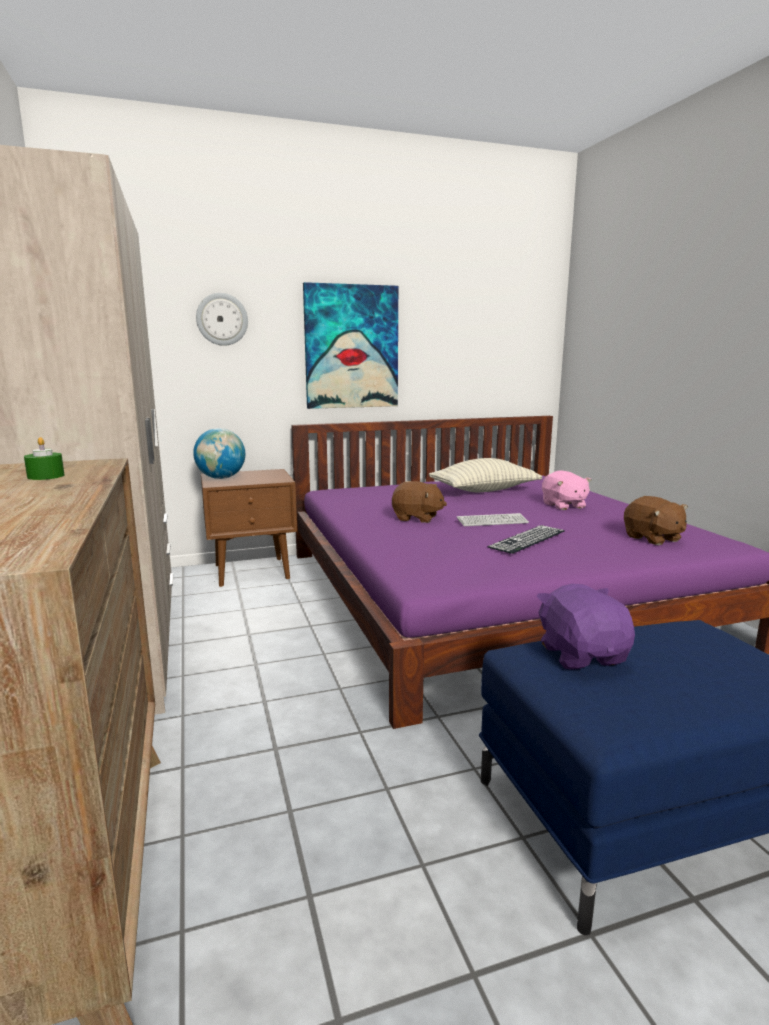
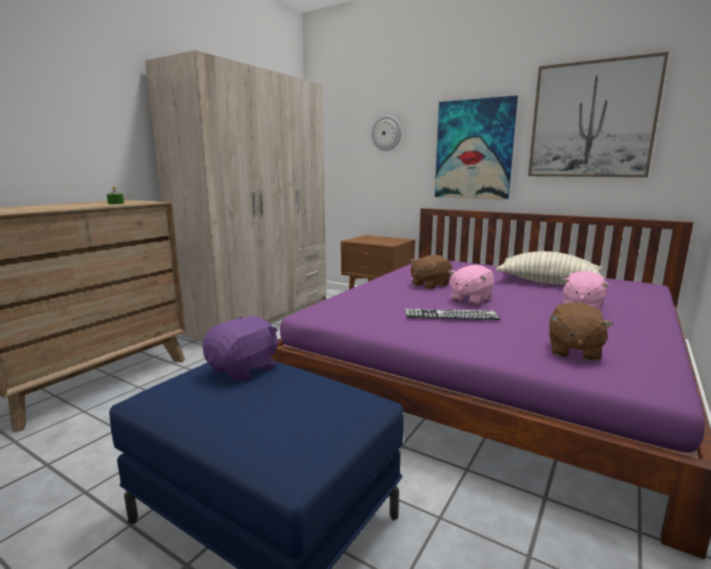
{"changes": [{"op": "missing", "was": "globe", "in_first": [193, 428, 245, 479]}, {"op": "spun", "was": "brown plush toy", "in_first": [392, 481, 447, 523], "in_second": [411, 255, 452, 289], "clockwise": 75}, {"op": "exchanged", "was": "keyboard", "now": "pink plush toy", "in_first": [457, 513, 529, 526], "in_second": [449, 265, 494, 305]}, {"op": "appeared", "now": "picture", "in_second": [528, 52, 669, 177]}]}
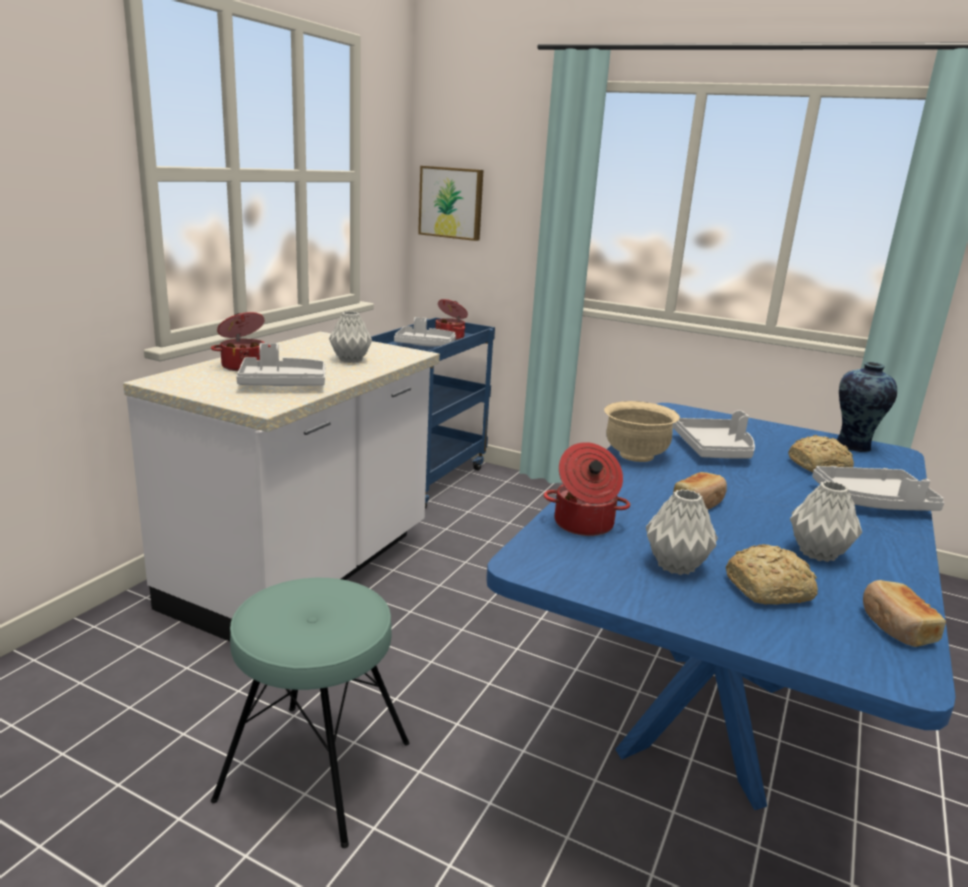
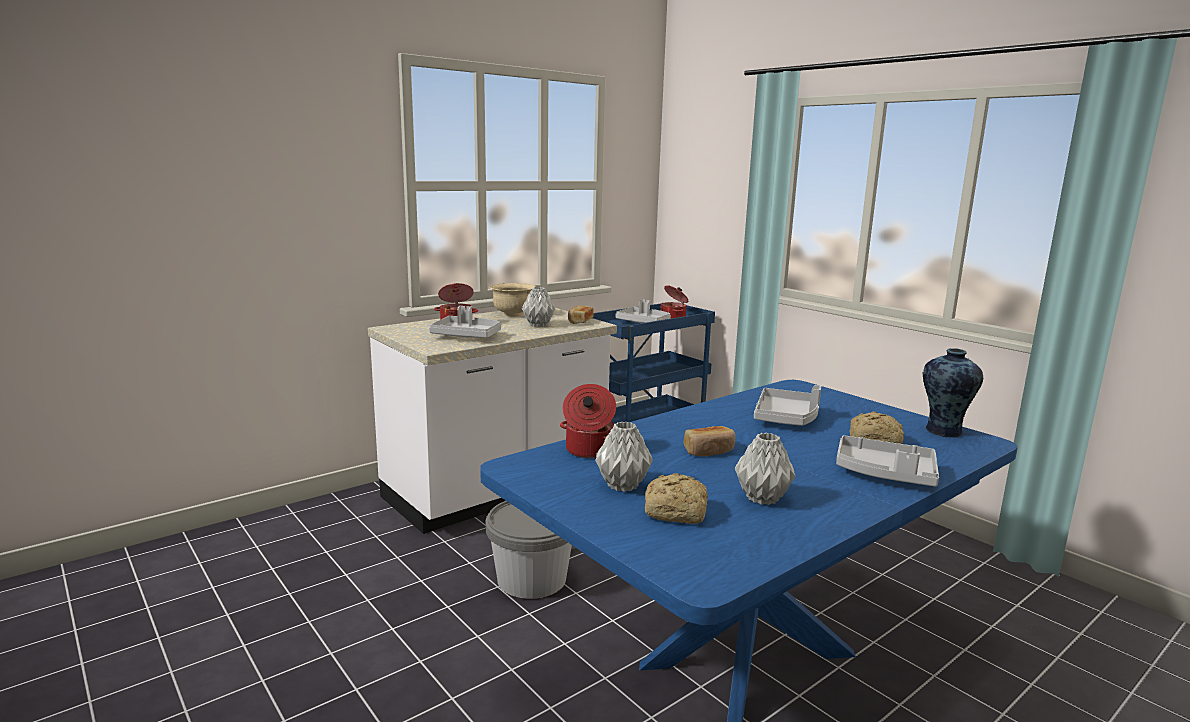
{"changes": [{"op": "missing", "was": "picture", "in_first": [418, 166, 484, 241]}, {"op": "relocated", "was": "beige bowl", "in_first": [604, 401, 680, 462], "in_second": [490, 283, 536, 317]}, {"op": "missing", "was": "turquoise stool", "in_first": [211, 578, 409, 848]}, {"op": "relocated", "was": "bread", "in_first": [863, 580, 946, 647], "in_second": [568, 305, 594, 324]}, {"op": "appeared", "now": "grey bucket", "in_second": [485, 501, 579, 599]}]}
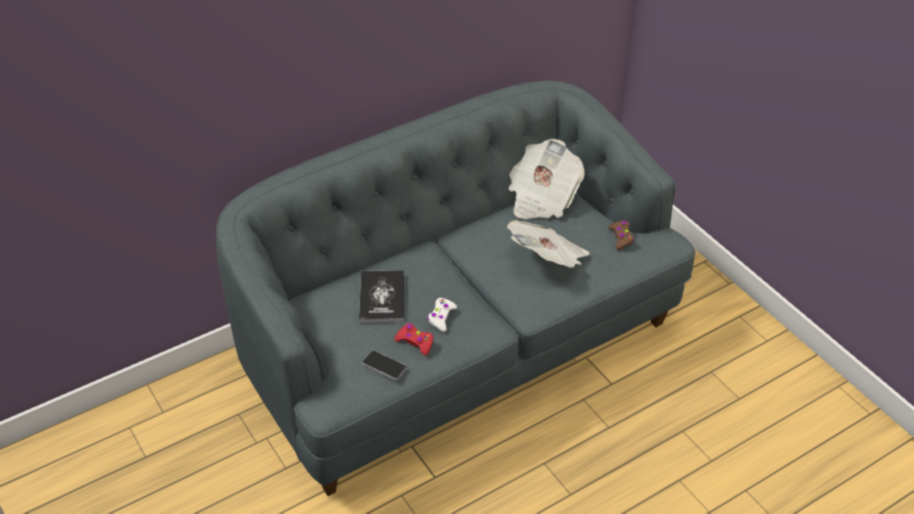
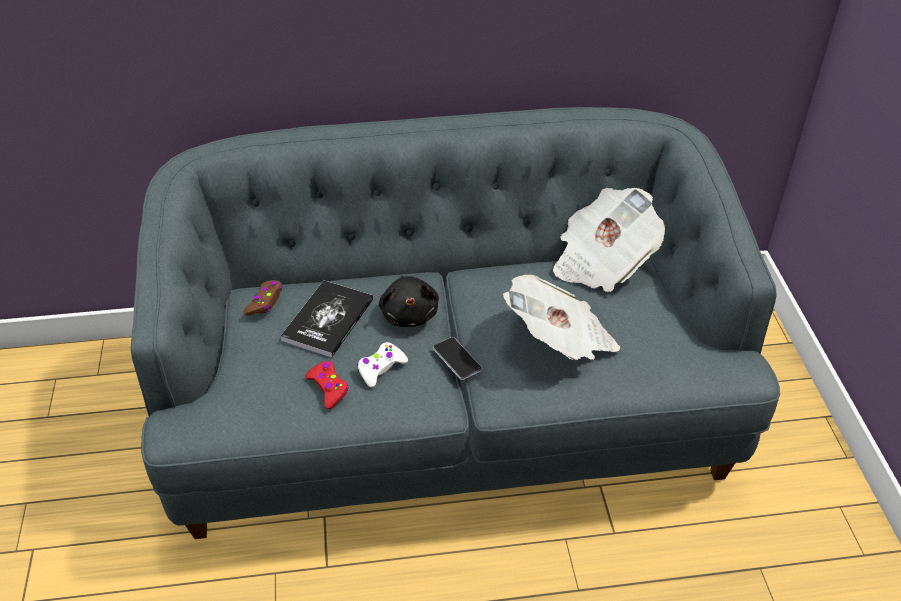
{"changes": [{"op": "relocated", "was": "brown game controller", "in_first": [608, 221, 634, 250], "in_second": [243, 280, 283, 316]}, {"op": "relocated", "was": "phone", "in_first": [362, 350, 407, 380], "in_second": [433, 337, 482, 380]}, {"op": "appeared", "now": "black plush toy", "in_second": [379, 276, 439, 327]}]}
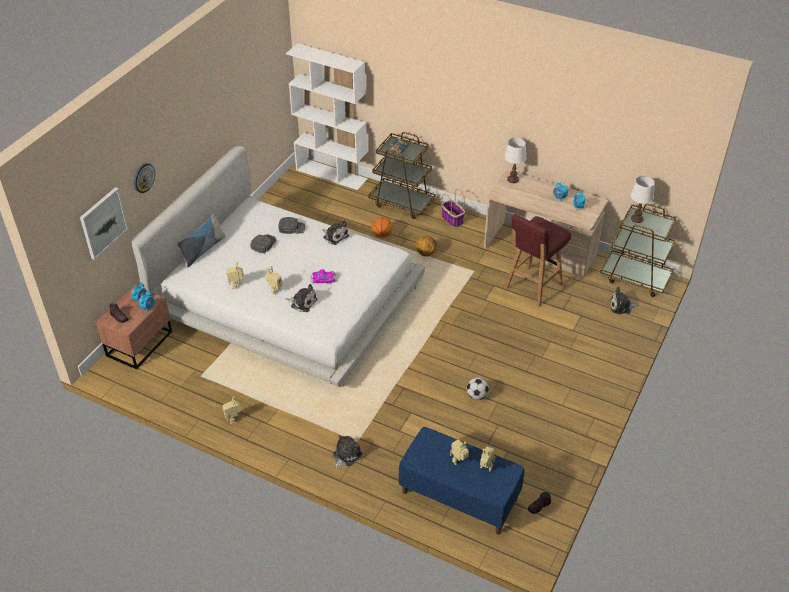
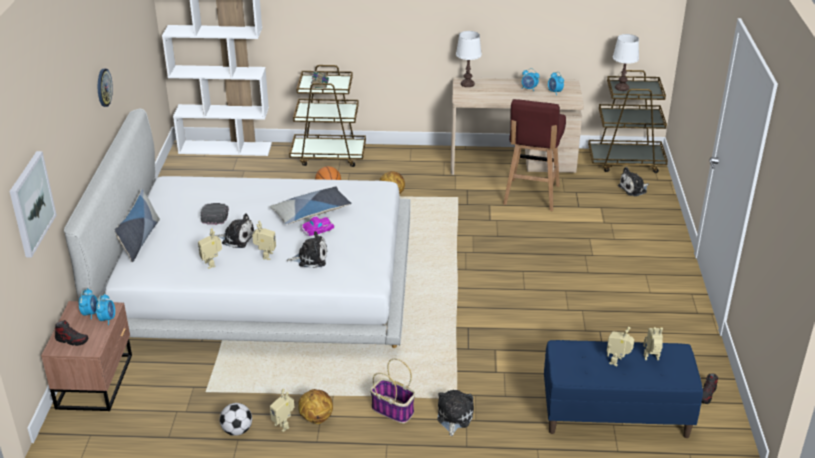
{"changes": [{"op": "relocated", "was": "wall clock", "in_first": [134, 163, 155, 193], "in_second": [98, 69, 113, 107]}, {"op": "relocated", "was": "basket", "in_first": [441, 189, 465, 228], "in_second": [370, 359, 415, 423]}, {"op": "missing", "was": "black cap", "in_first": [279, 217, 306, 234]}, {"op": "relocated", "was": "plush toy", "in_first": [322, 221, 349, 245], "in_second": [215, 213, 254, 248]}, {"op": "relocated", "was": "football", "in_first": [467, 377, 489, 400], "in_second": [220, 403, 252, 436]}, {"op": "appeared", "now": "pillow", "in_second": [270, 186, 352, 224]}, {"op": "appeared", "now": "basketball", "in_second": [298, 389, 333, 424]}]}
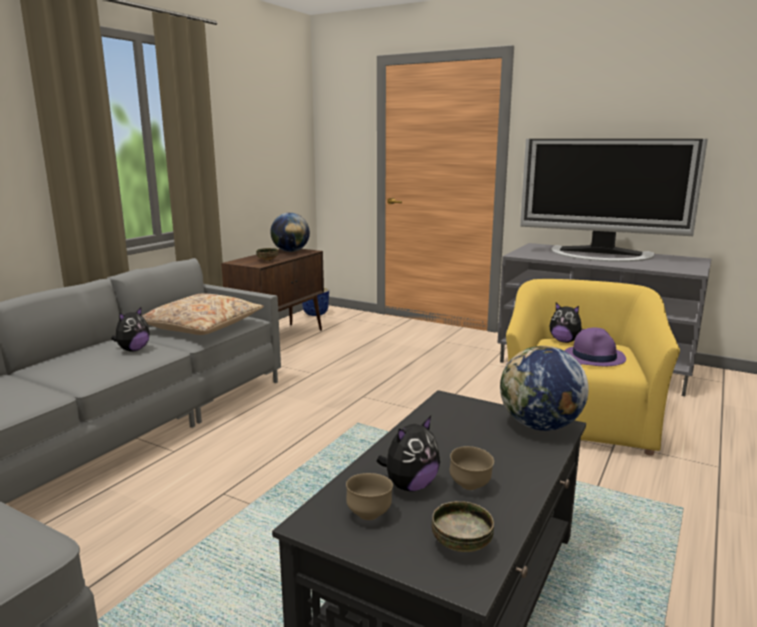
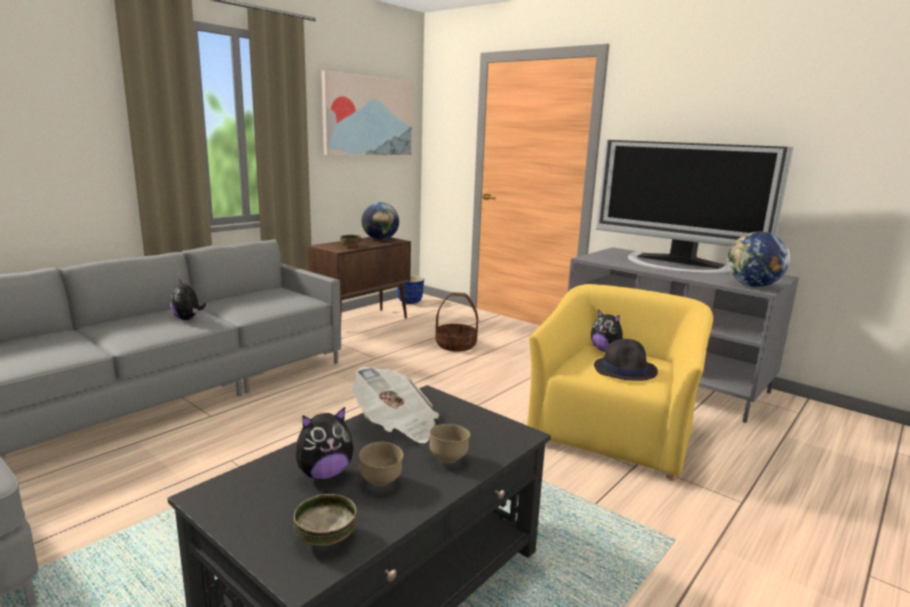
{"changes": [{"op": "missing", "was": "beige pillow", "in_first": [142, 293, 264, 335]}, {"op": "spun", "was": "plush toy", "in_first": [111, 307, 150, 352], "in_second": [170, 279, 206, 320], "clockwise": 105}, {"op": "colour", "was": "purple hat", "now": "black hat", "in_first": [565, 328, 626, 366], "in_second": [594, 339, 658, 381]}, {"op": "relocated", "was": "globe", "in_first": [500, 346, 589, 431], "in_second": [727, 231, 790, 287]}, {"op": "relocated", "was": "brown bowl", "in_first": [346, 473, 393, 520], "in_second": [429, 424, 470, 464]}, {"op": "appeared", "now": "picture", "in_second": [321, 71, 412, 156]}, {"op": "appeared", "now": "basket", "in_second": [435, 292, 478, 352]}, {"op": "appeared", "now": "newspaper", "in_second": [351, 367, 439, 443]}]}
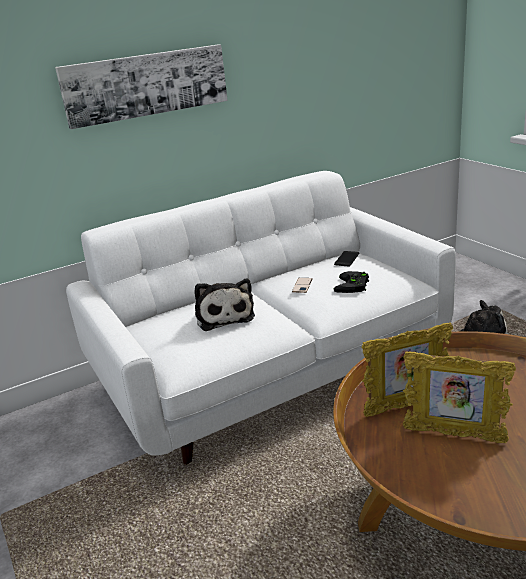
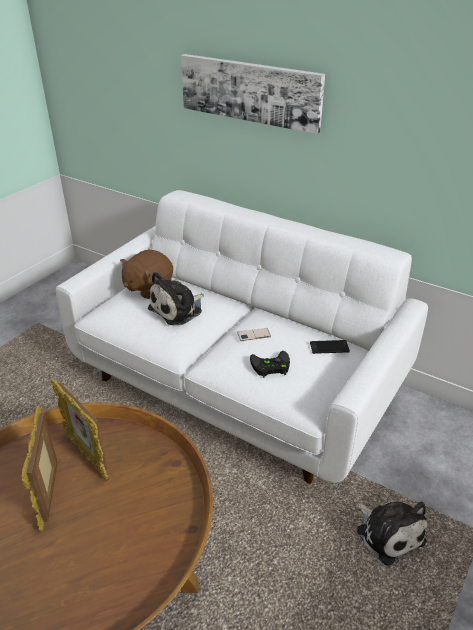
{"changes": [{"op": "appeared", "now": "brown plush toy", "in_second": [120, 250, 173, 299]}]}
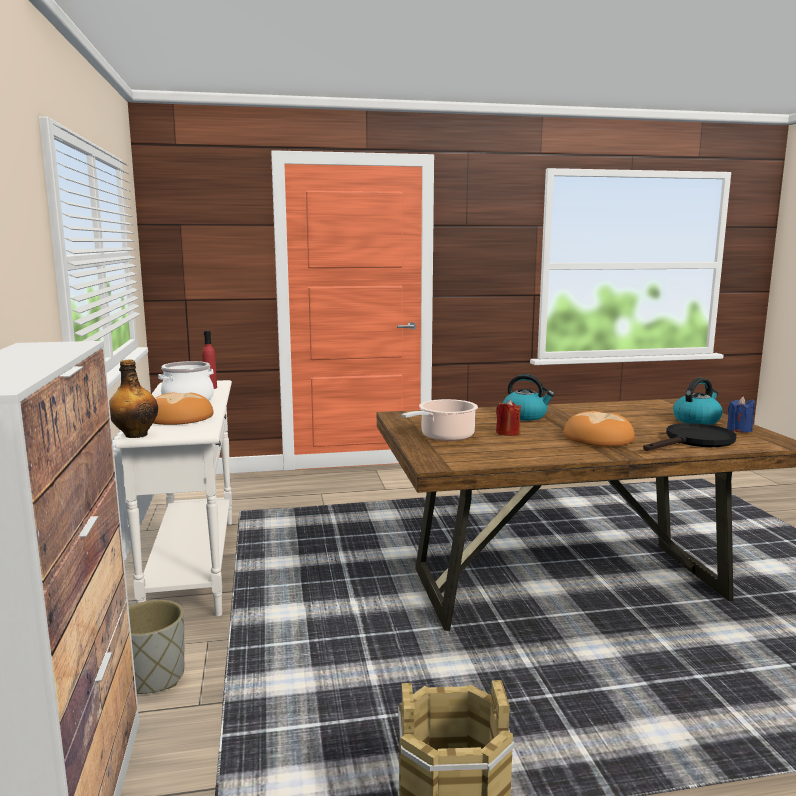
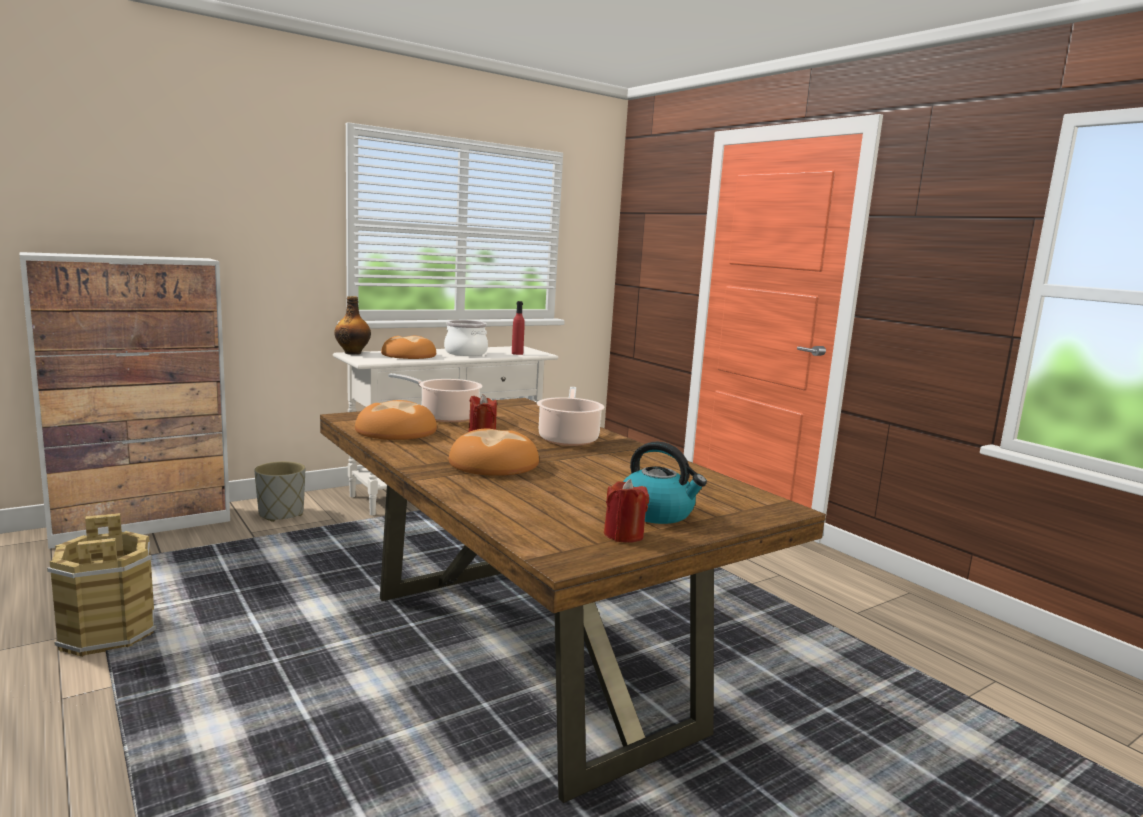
{"changes": [{"op": "exchanged", "was": "kettle", "now": "cooking pot", "in_first": [503, 374, 554, 421], "in_second": [537, 387, 605, 446]}, {"op": "colour", "was": "blue candle", "now": "red candle", "in_first": [727, 396, 755, 433], "in_second": [604, 479, 649, 543]}, {"op": "missing", "was": "black frying pan", "in_first": [643, 423, 737, 451]}, {"op": "appeared", "now": "bread", "in_second": [355, 400, 437, 440]}]}
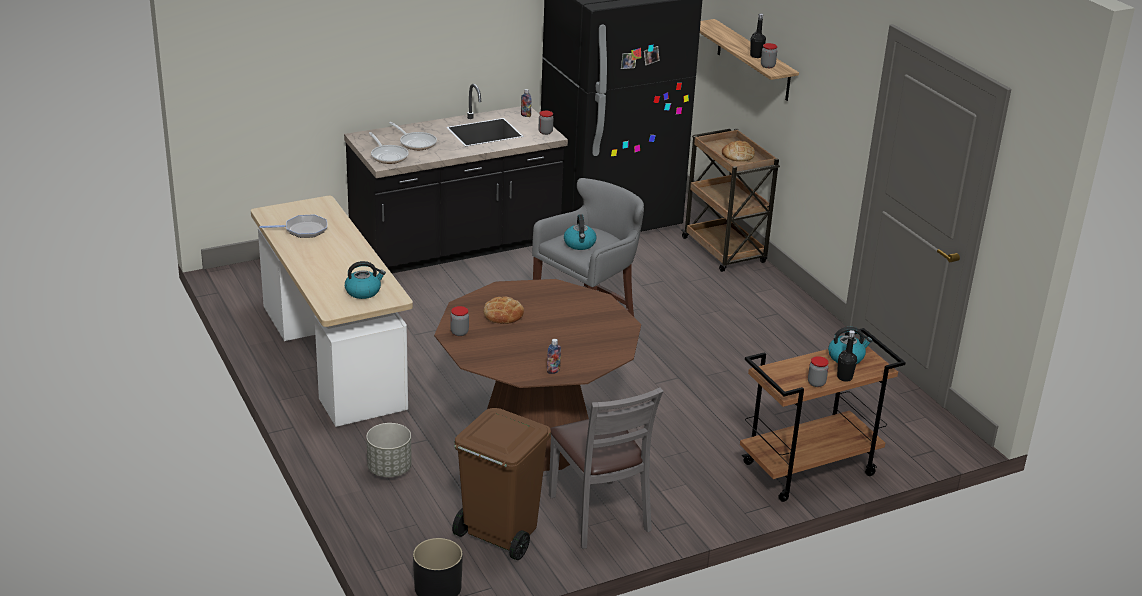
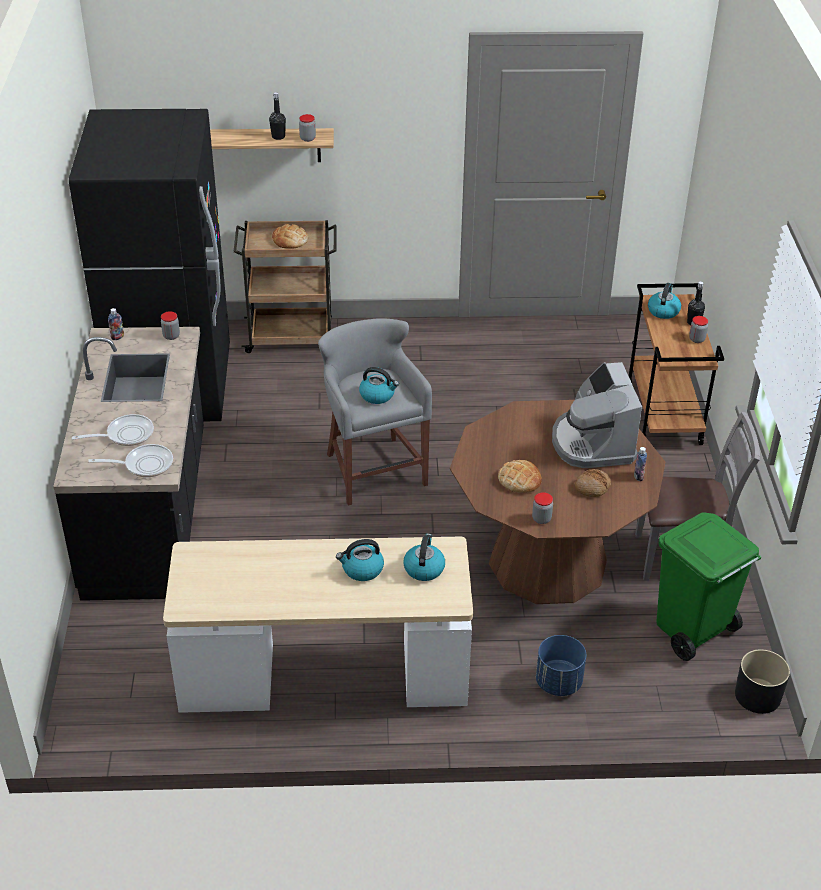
{"changes": [{"op": "missing", "was": "frying pan", "in_first": [259, 215, 327, 238]}, {"op": "colour", "was": "brown trash can", "now": "green trash can", "in_first": [452, 408, 551, 560], "in_second": [656, 512, 761, 661]}, {"op": "colour", "was": "grey planter", "now": "blue planter", "in_first": [366, 423, 412, 477], "in_second": [536, 635, 586, 696]}, {"op": "appeared", "now": "coffee machine", "in_second": [552, 362, 642, 468]}, {"op": "appeared", "now": "bread", "in_second": [575, 469, 611, 497]}, {"op": "appeared", "now": "kettle", "in_second": [336, 539, 384, 581]}]}
